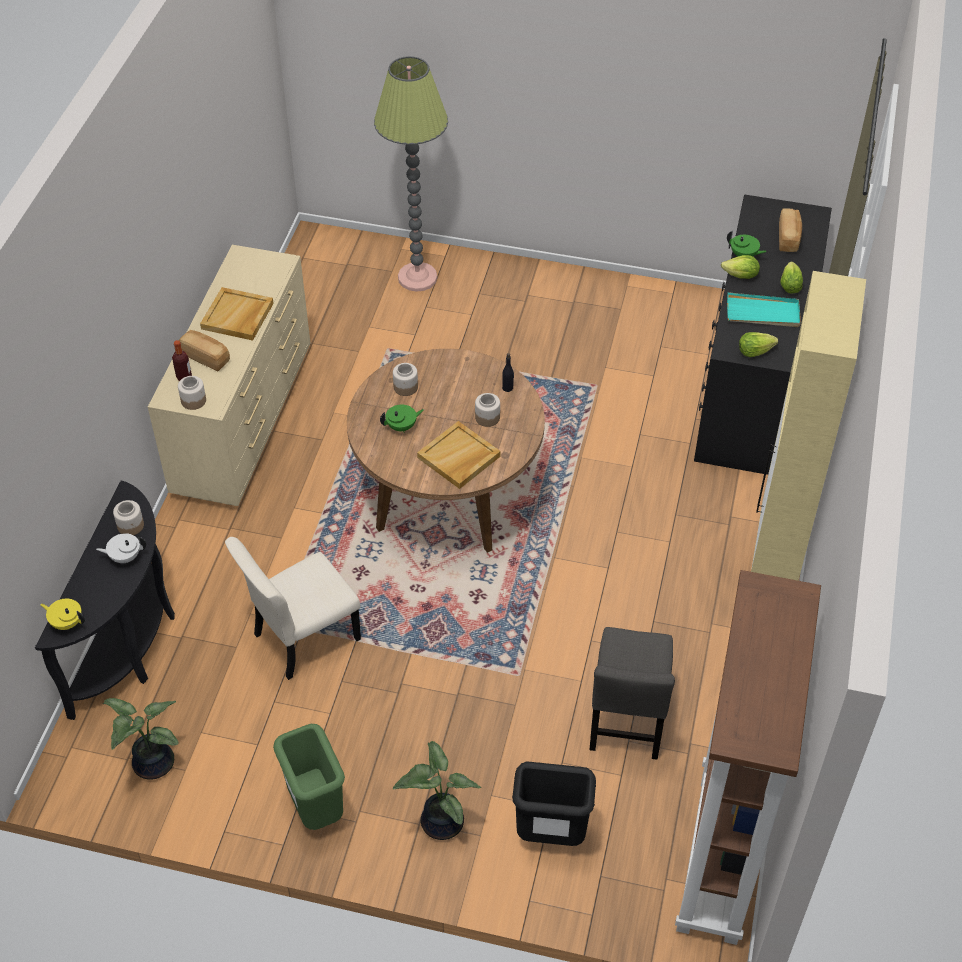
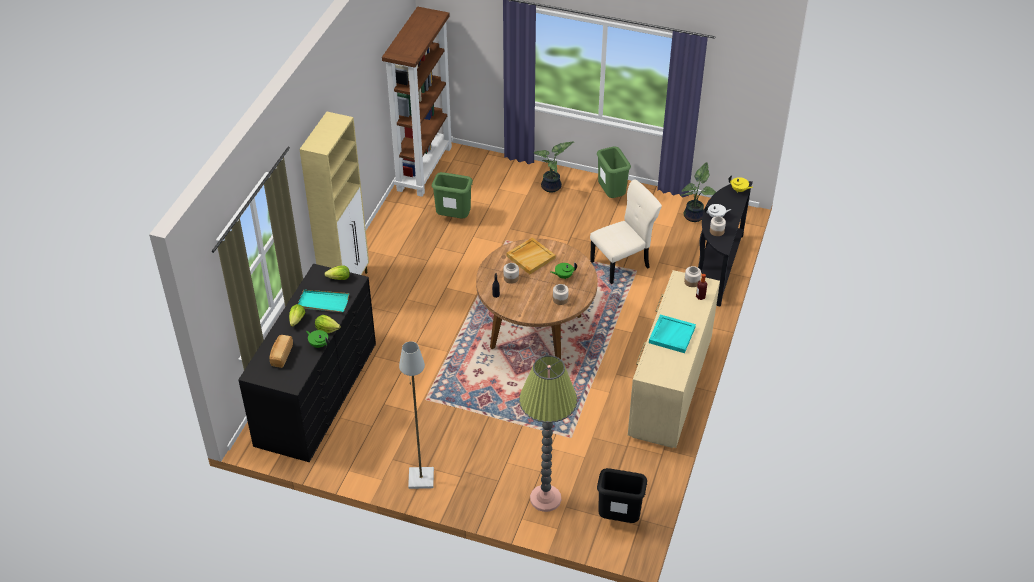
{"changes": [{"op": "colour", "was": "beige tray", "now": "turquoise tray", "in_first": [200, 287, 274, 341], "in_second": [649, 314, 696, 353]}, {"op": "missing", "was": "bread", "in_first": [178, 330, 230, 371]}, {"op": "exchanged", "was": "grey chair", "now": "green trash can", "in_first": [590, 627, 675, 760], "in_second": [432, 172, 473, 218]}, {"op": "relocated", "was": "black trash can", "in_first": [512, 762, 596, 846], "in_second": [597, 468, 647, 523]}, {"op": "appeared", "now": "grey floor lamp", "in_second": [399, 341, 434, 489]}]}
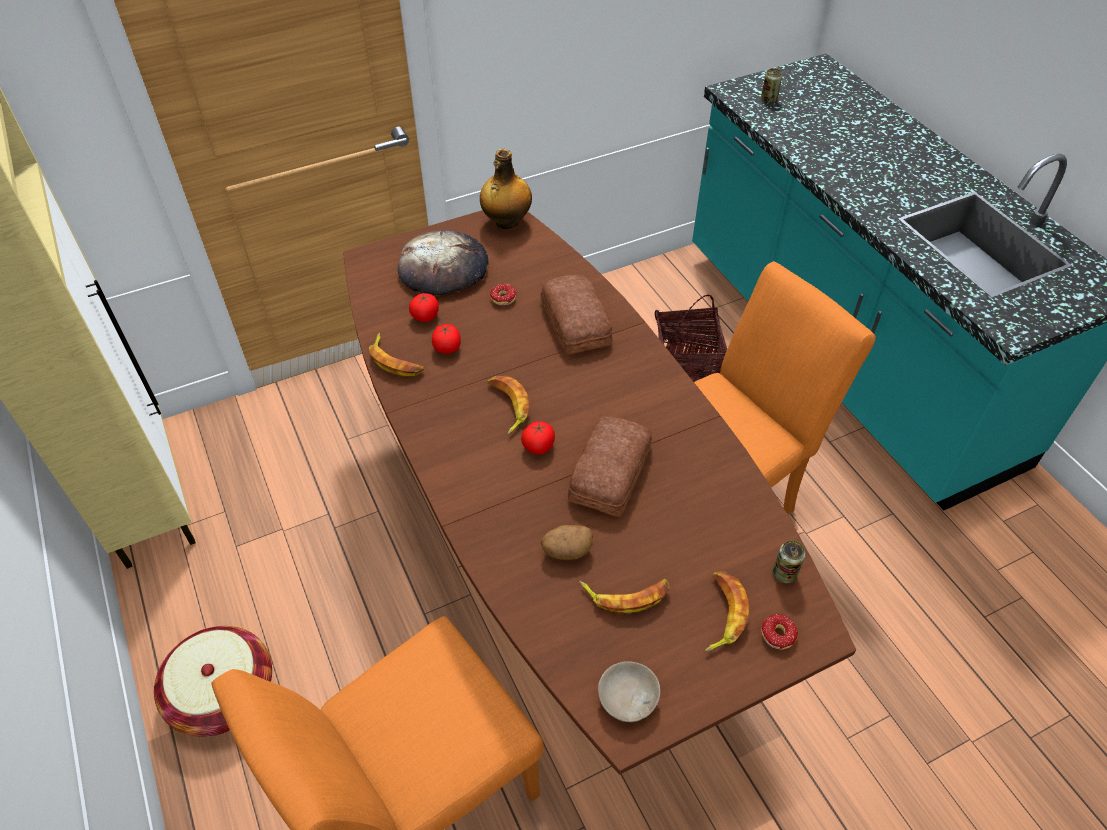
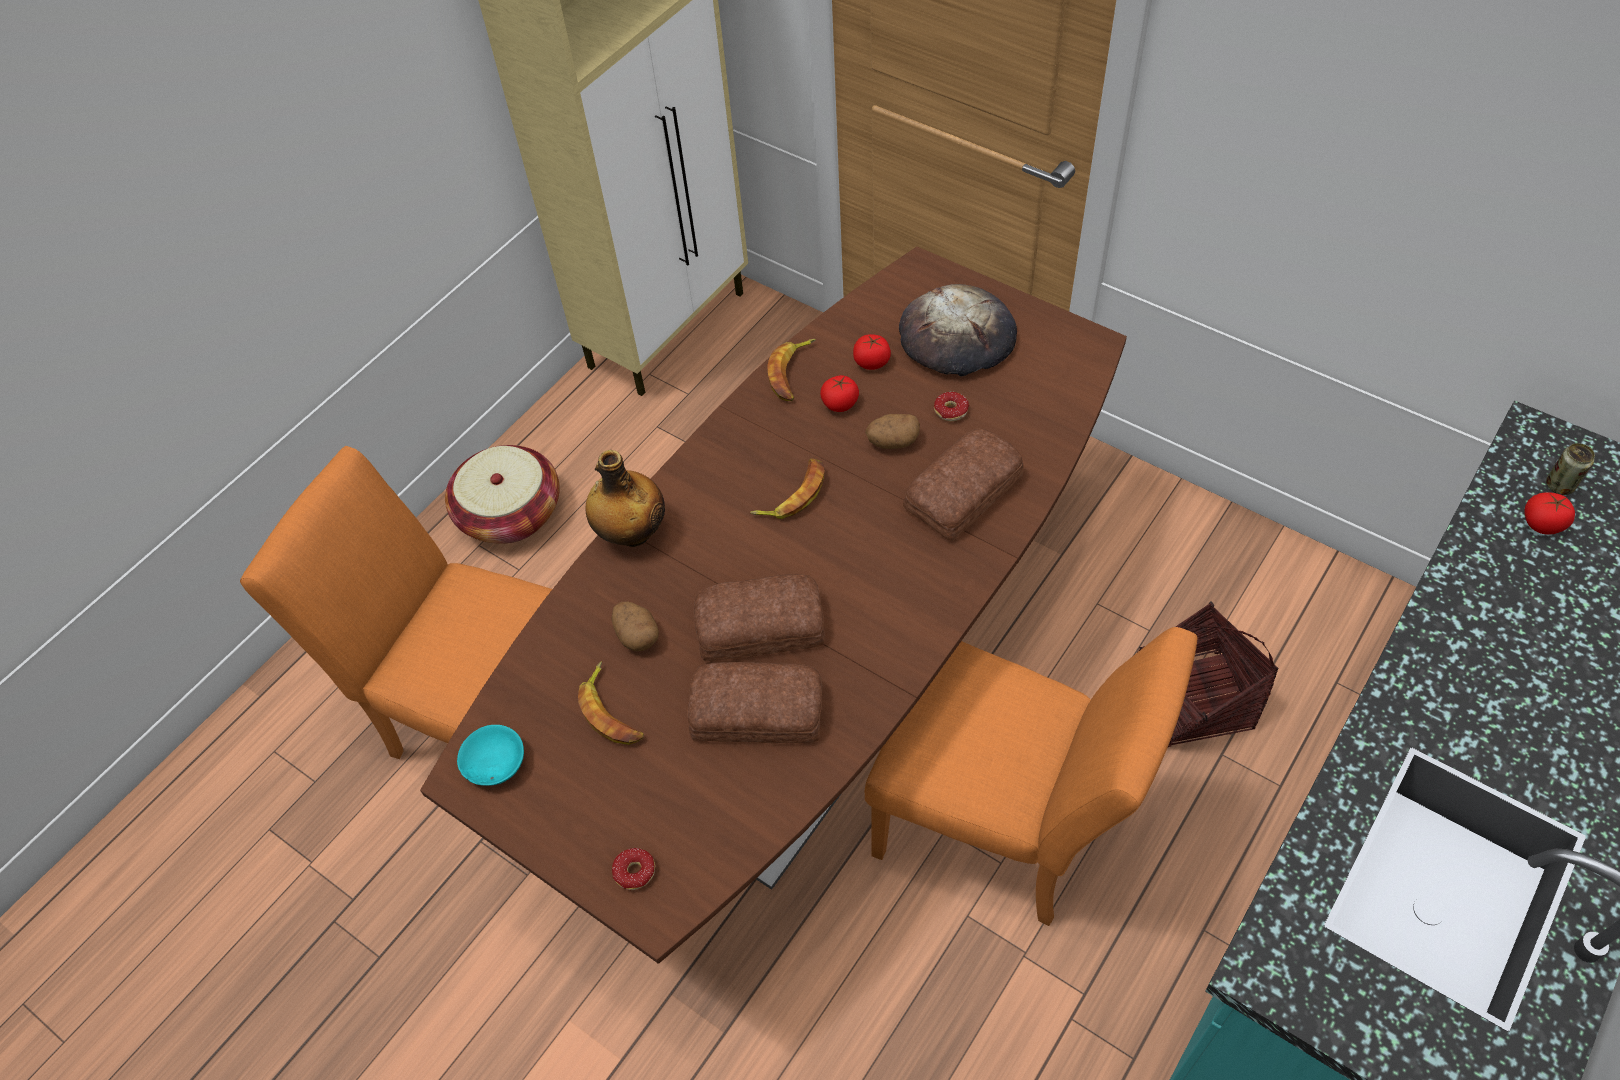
{"changes": [{"op": "relocated", "was": "bottle", "in_first": [480, 149, 532, 229], "in_second": [585, 450, 665, 547]}, {"op": "relocated", "was": "tomato", "in_first": [521, 421, 555, 454], "in_second": [1524, 492, 1575, 535]}, {"op": "missing", "was": "can", "in_first": [773, 540, 805, 583]}, {"op": "missing", "was": "banana", "in_first": [705, 571, 749, 652]}, {"op": "colour", "was": "beige bowl", "now": "turquoise bowl", "in_first": [598, 661, 660, 722], "in_second": [457, 725, 524, 786]}, {"op": "appeared", "now": "potato", "in_second": [865, 414, 920, 449]}, {"op": "appeared", "now": "bread", "in_second": [687, 662, 823, 743]}]}
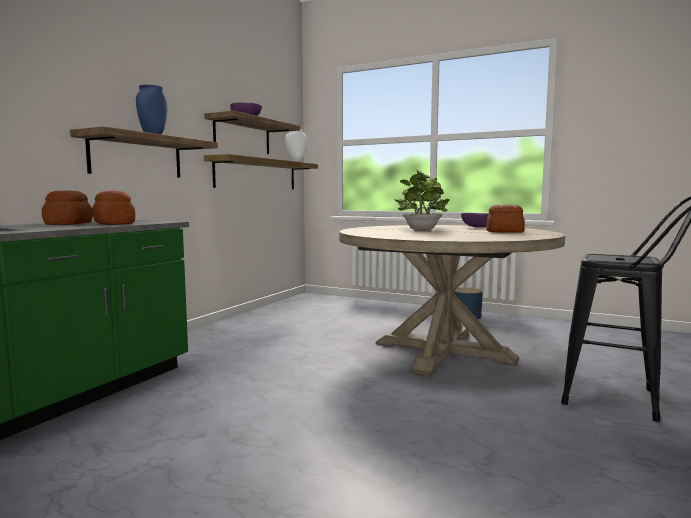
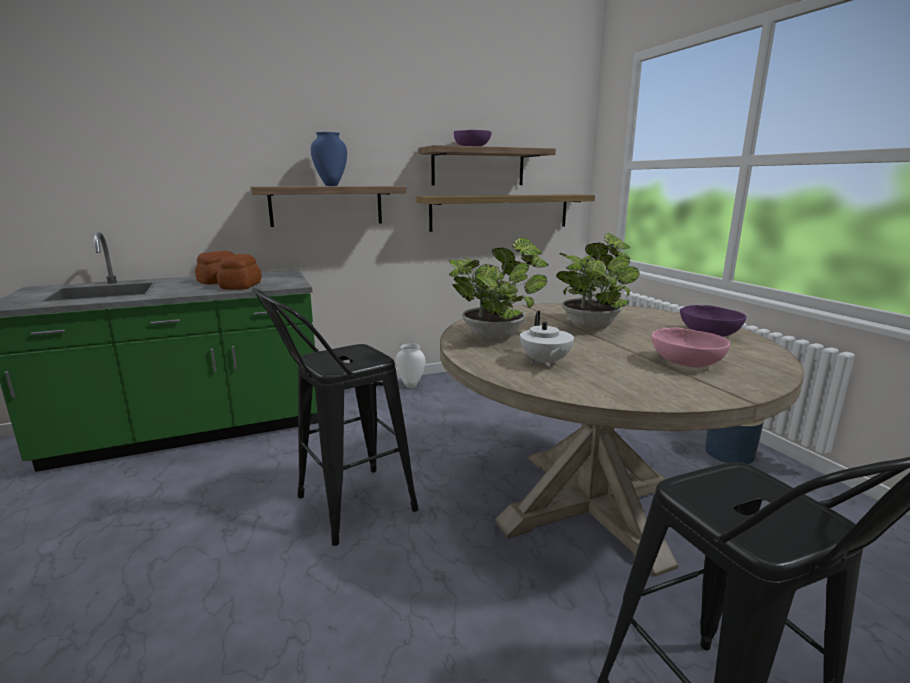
{"changes": [{"op": "relocated", "was": "white vase", "in_first": [285, 129, 307, 162], "in_second": [396, 343, 425, 388]}, {"op": "exchanged", "was": "bread", "now": "pink bowl", "in_first": [486, 204, 525, 233], "in_second": [652, 327, 730, 367]}, {"op": "appeared", "now": "potted plant", "in_second": [449, 238, 548, 342]}, {"op": "appeared", "now": "black stool", "in_second": [252, 288, 418, 546]}, {"op": "appeared", "now": "white teapot", "in_second": [520, 311, 574, 367]}]}
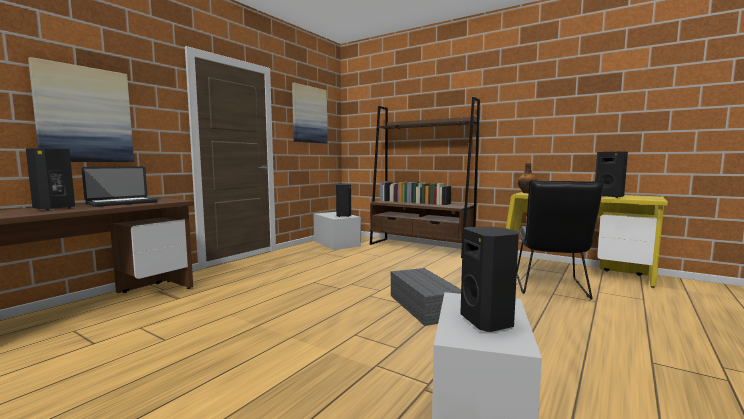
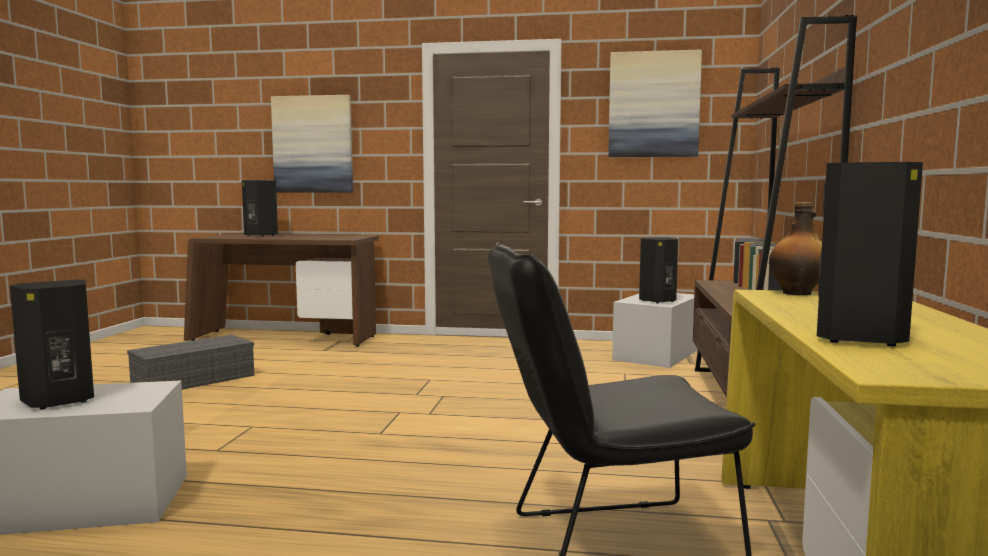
{"changes": [{"op": "missing", "was": "laptop", "in_first": [82, 166, 158, 207]}, {"op": "relocated", "was": "grey storage box", "in_first": [390, 268, 461, 326], "in_second": [127, 335, 254, 390]}]}
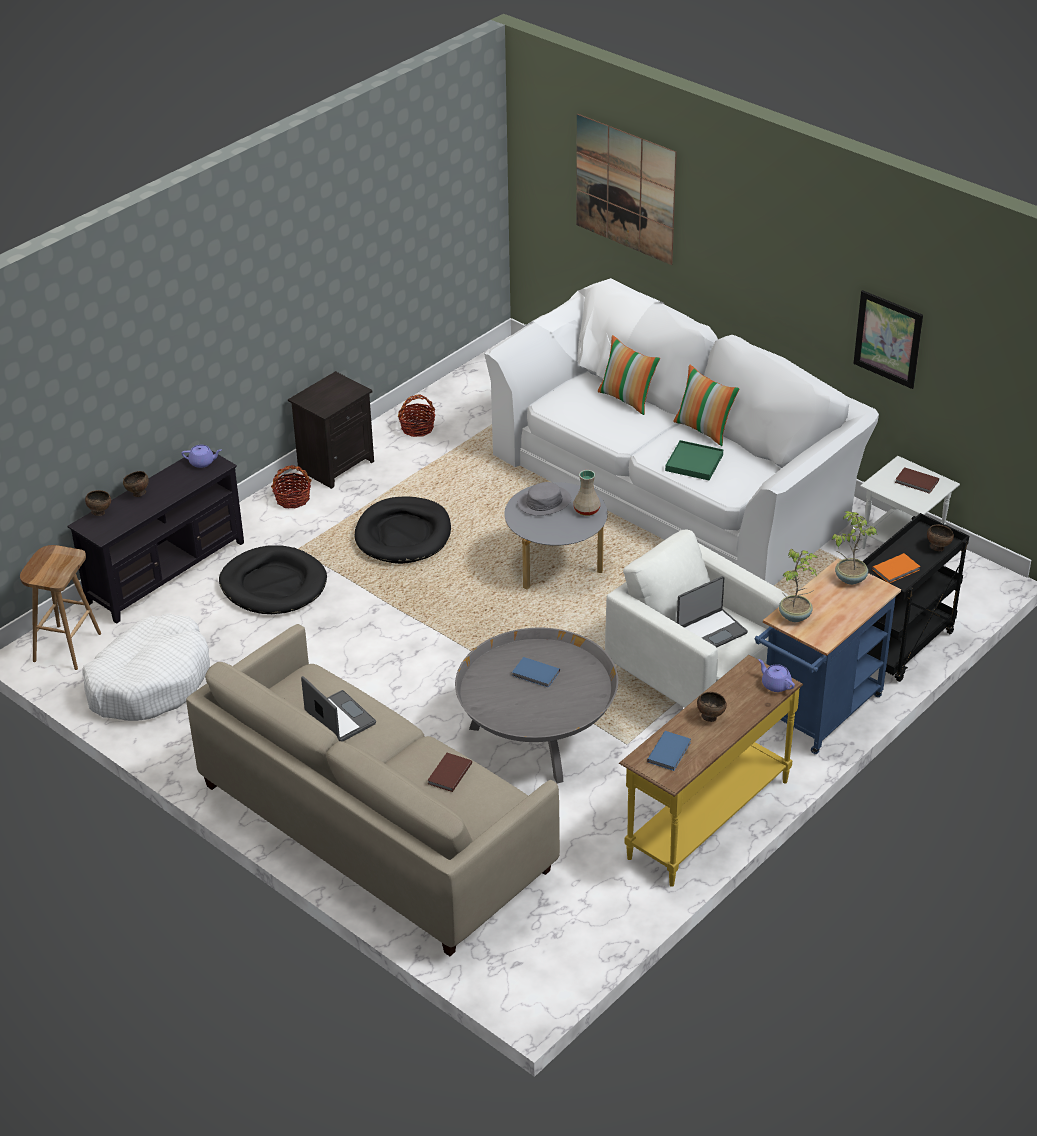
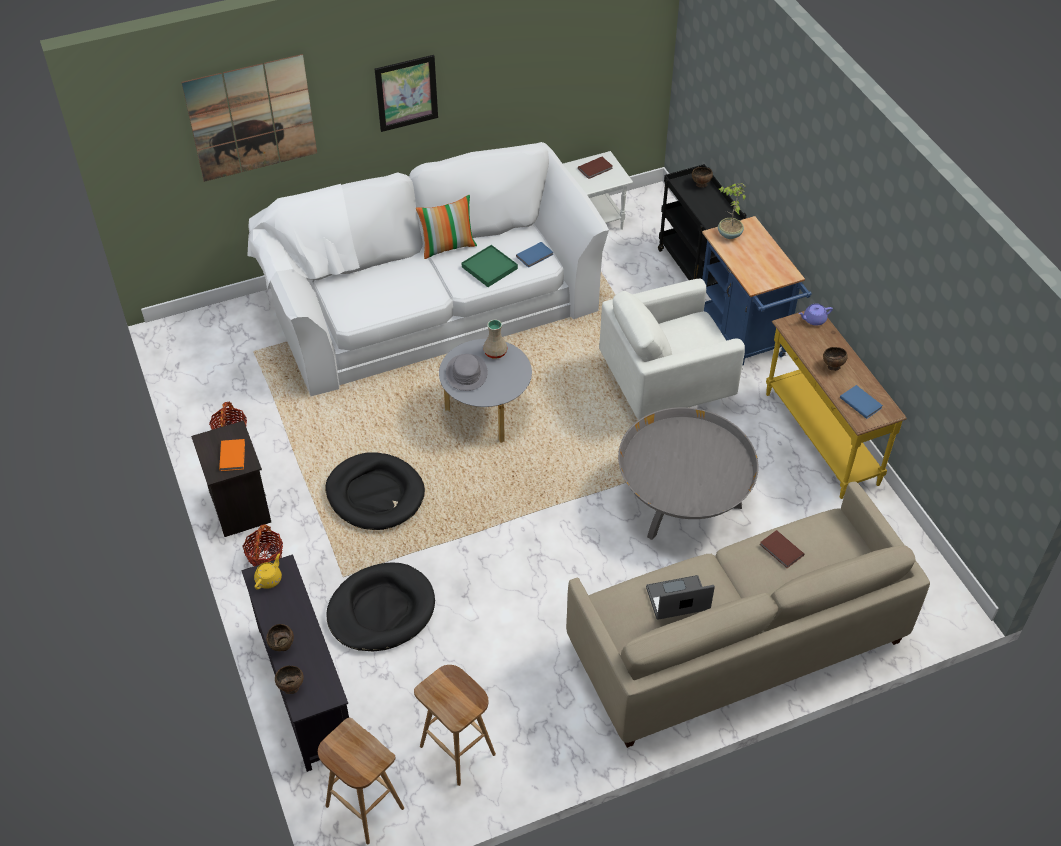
{"changes": [{"op": "relocated", "was": "picture", "in_first": [853, 290, 923, 389], "in_second": [375, 55, 438, 132]}, {"op": "missing", "was": "pillow", "in_first": [598, 335, 660, 415]}, {"op": "colour", "was": "purple teapot", "now": "yellow teapot", "in_first": [182, 445, 221, 468], "in_second": [254, 553, 282, 589]}, {"op": "missing", "was": "potted plant", "in_first": [779, 549, 818, 622]}, {"op": "relocated", "was": "orange book", "in_first": [872, 553, 921, 583], "in_second": [219, 439, 245, 471]}, {"op": "missing", "was": "laptop", "in_first": [677, 576, 748, 648]}, {"op": "exchanged", "was": "white dog bed", "now": "brown stool", "in_first": [82, 613, 210, 721], "in_second": [414, 665, 496, 786]}, {"op": "relocated", "was": "blue book", "in_first": [512, 657, 560, 688], "in_second": [516, 242, 553, 268]}]}
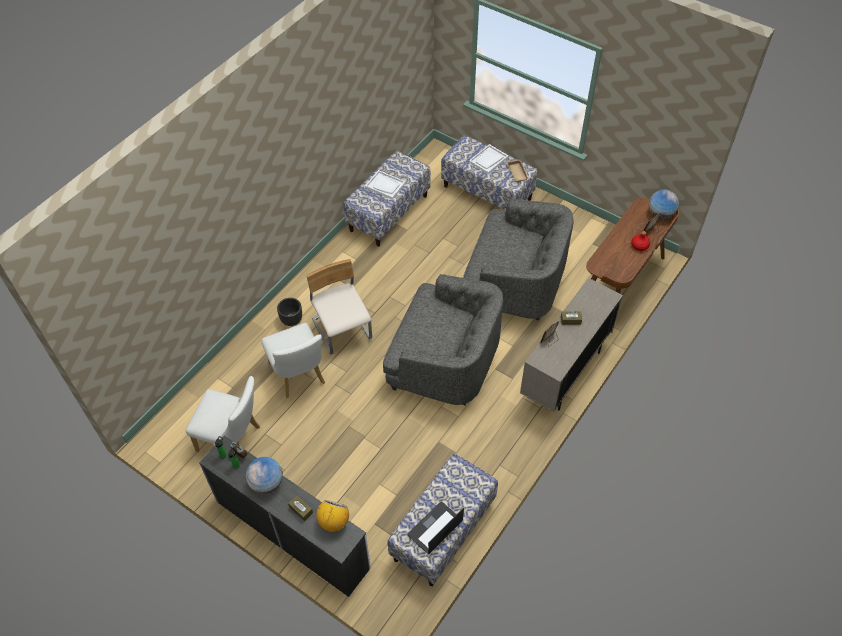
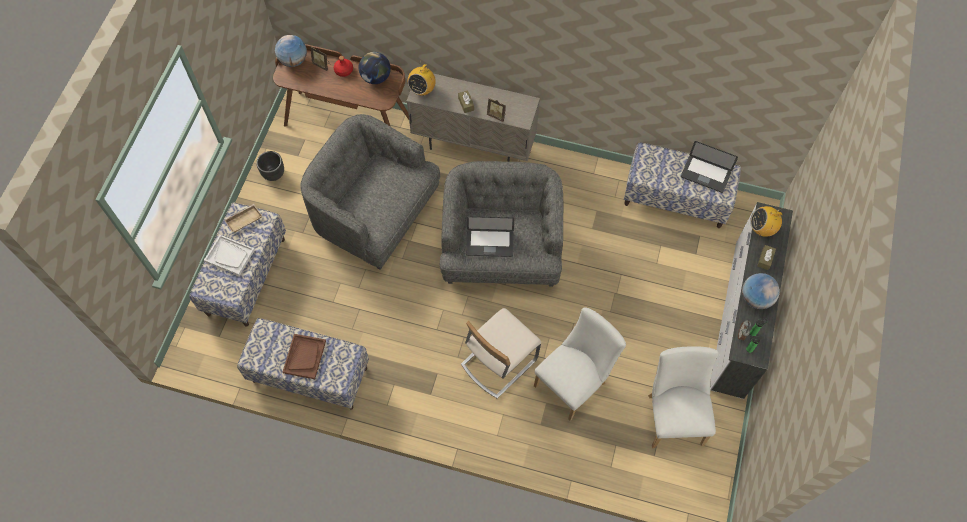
{"changes": [{"op": "colour", "was": "white tray", "now": "brown tray", "in_first": [365, 170, 406, 200], "in_second": [283, 334, 326, 379]}, {"op": "spun", "was": "grey armchair", "in_first": [463, 199, 574, 321], "in_second": [300, 114, 441, 270], "clockwise": -60}, {"op": "relocated", "was": "black planter", "in_first": [277, 298, 302, 326], "in_second": [256, 151, 284, 181]}, {"op": "appeared", "now": "globe", "in_second": [359, 52, 391, 84]}, {"op": "appeared", "now": "radio", "in_second": [408, 64, 436, 96]}, {"op": "appeared", "now": "laptop", "in_second": [466, 216, 515, 257]}]}
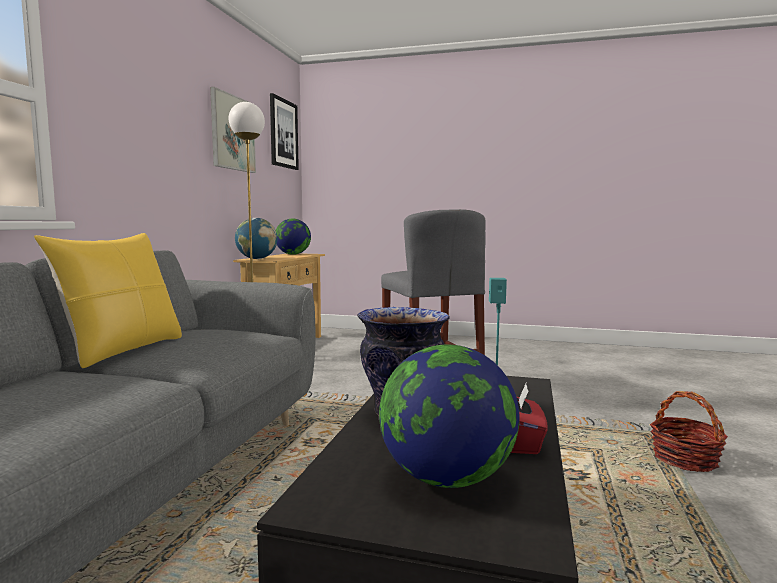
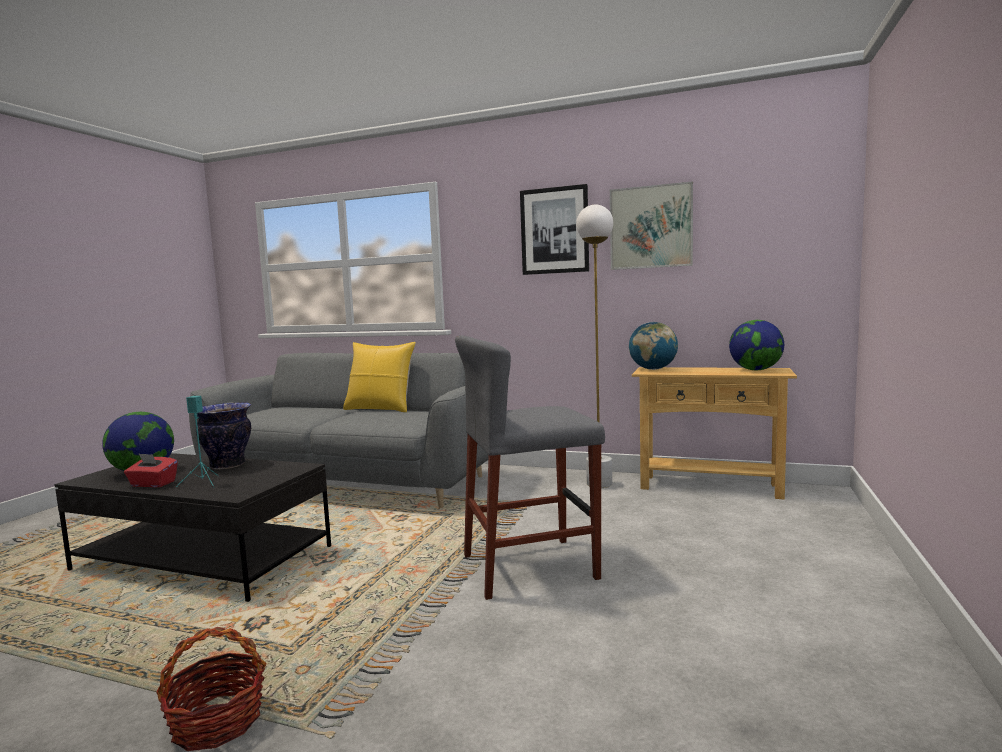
{"changes": [{"op": "relocated", "was": "picture", "in_first": [270, 93, 299, 170], "in_second": [520, 184, 589, 275]}]}
